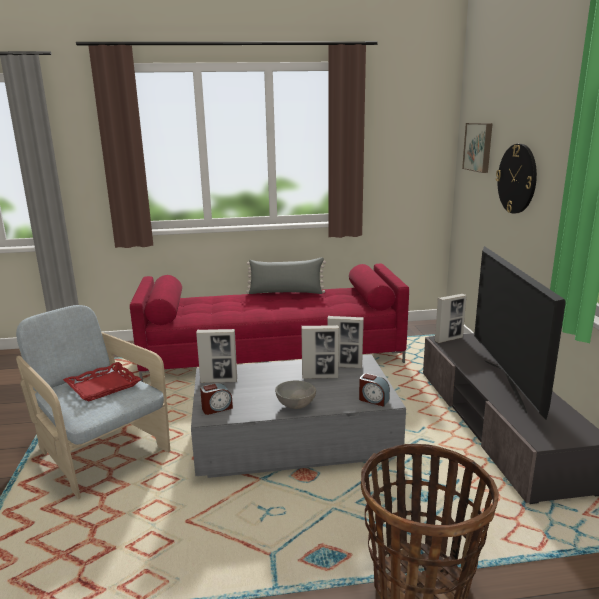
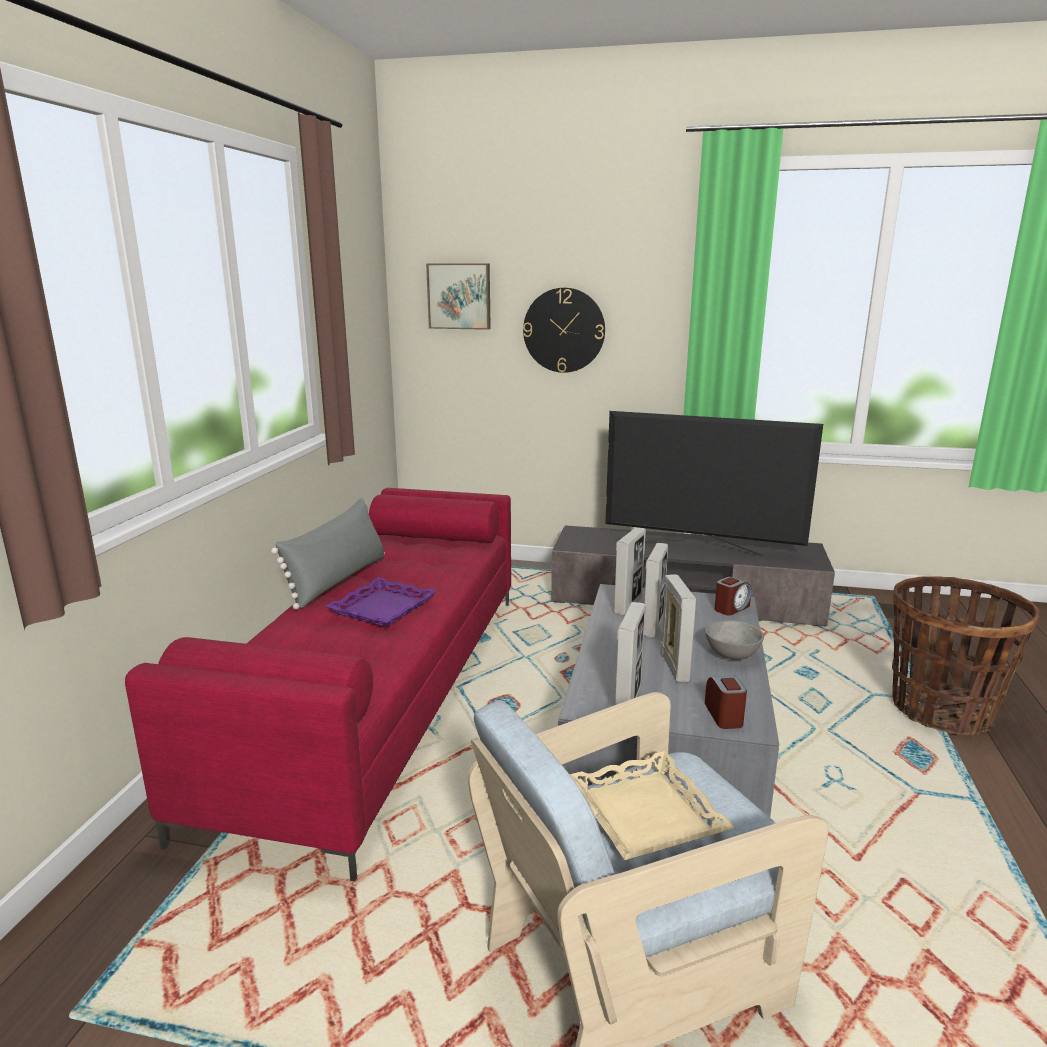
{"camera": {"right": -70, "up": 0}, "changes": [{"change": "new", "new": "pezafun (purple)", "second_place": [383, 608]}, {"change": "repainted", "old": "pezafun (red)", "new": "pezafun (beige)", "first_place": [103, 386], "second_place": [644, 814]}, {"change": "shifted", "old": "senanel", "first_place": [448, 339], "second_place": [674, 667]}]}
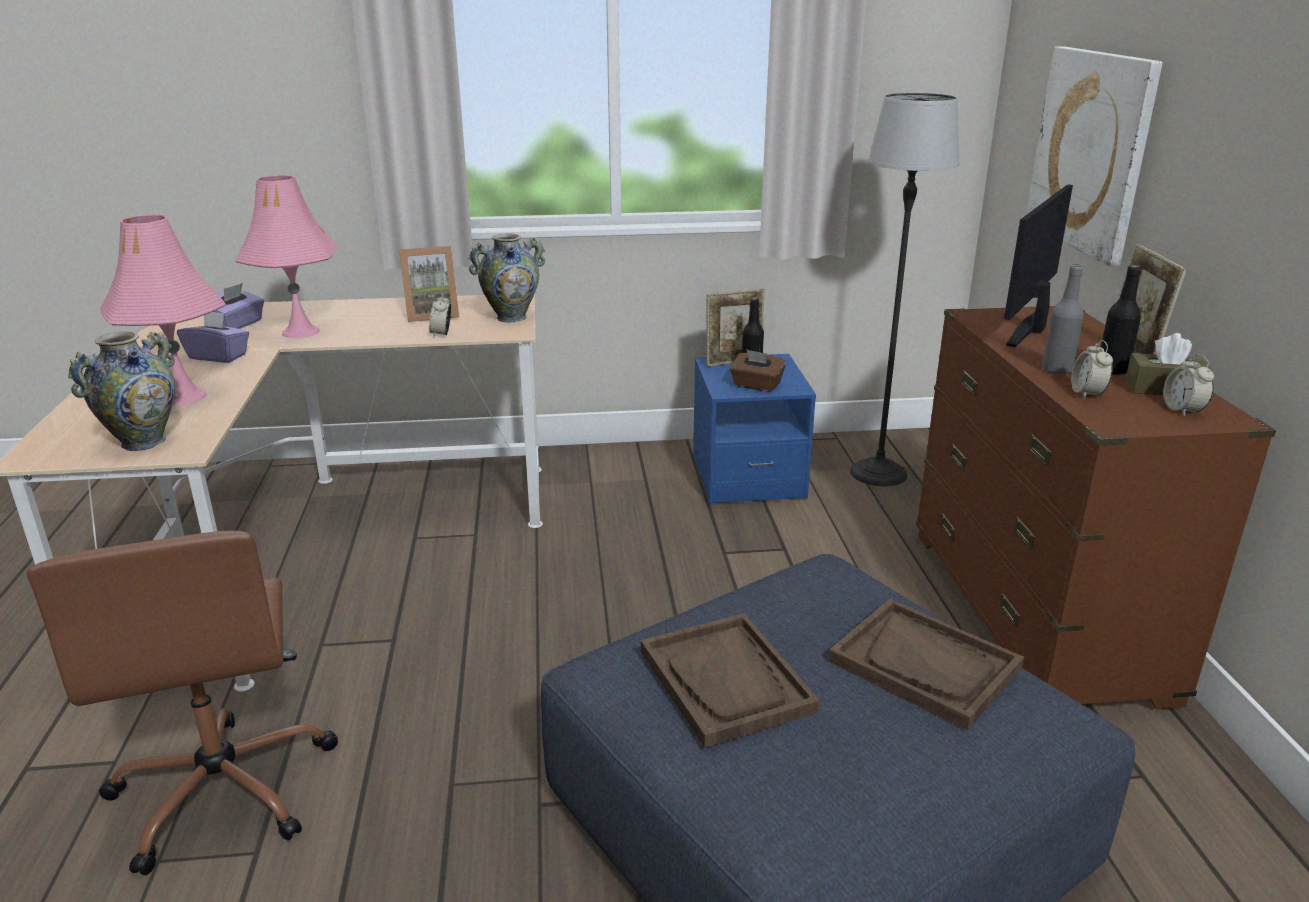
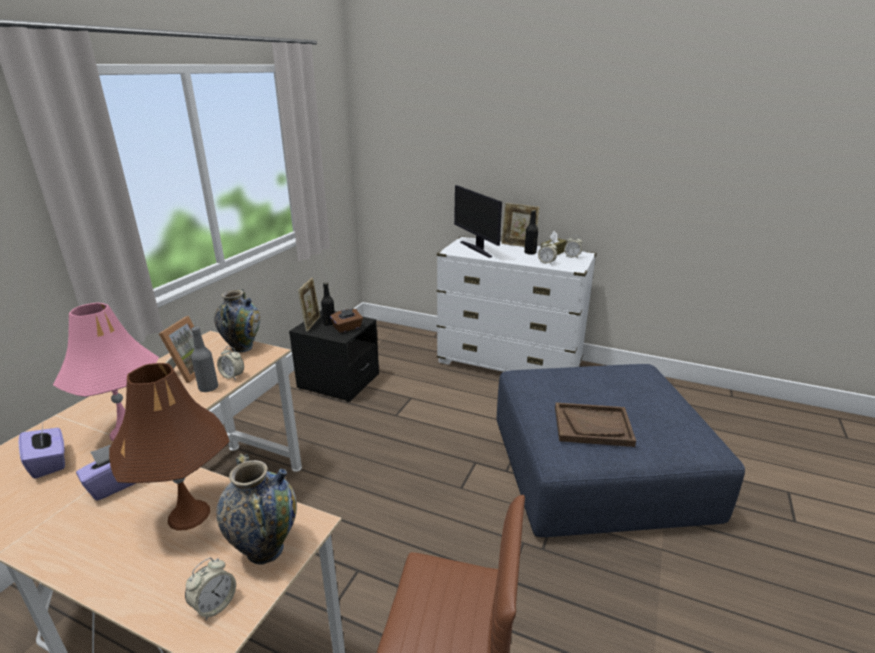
{"camera": {"right": -60, "up": 0}, "changes": [{"change": "repainted", "old": "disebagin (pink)", "new": "disebagin (brown)", "first_place": [183, 396], "second_place": [188, 515]}, {"change": "new", "new": "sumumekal", "second_place": [214, 605]}, {"change": "shifted", "old": "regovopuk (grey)", "first_place": [1056, 370], "second_place": [208, 388]}, {"change": "repainted", "old": "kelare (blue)", "new": "kelare (black)", "first_place": [747, 477], "second_place": [338, 381]}, {"change": "repainted", "old": "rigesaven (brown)", "new": "rigesaven (white)", "first_place": [1034, 613], "second_place": [509, 363]}, {"change": "gone", "old": "pezafun (brown)", "first_place": [925, 665]}, {"change": "gone", "old": "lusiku", "first_place": [879, 473]}, {"change": "gone", "old": "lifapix", "first_place": [1091, 151]}]}
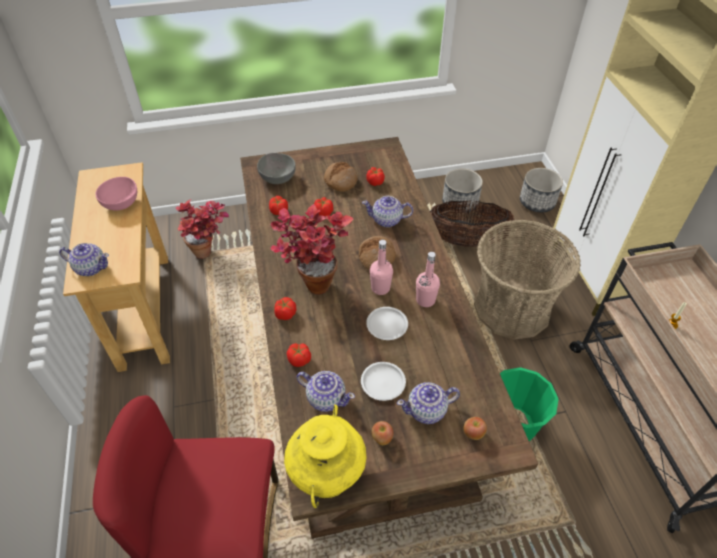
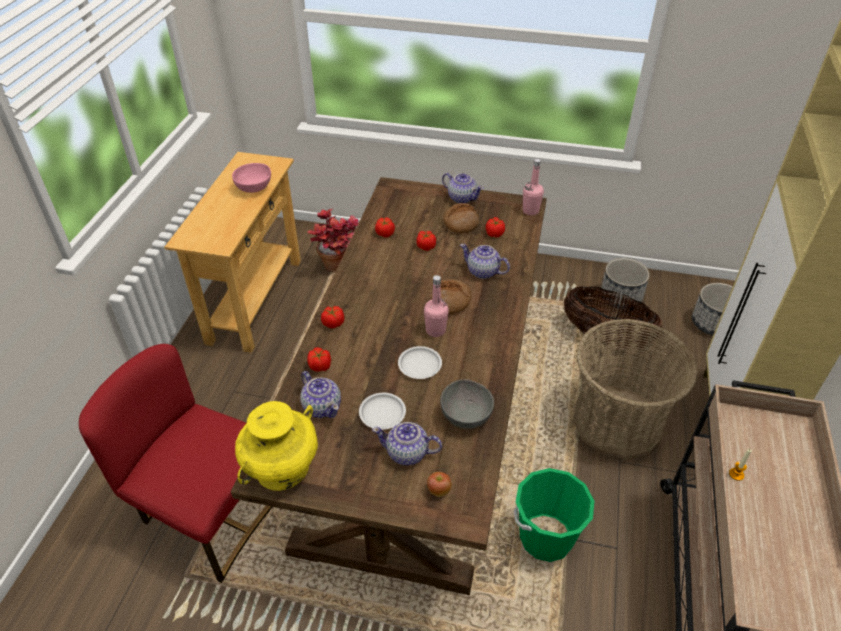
{"camera": {"right": 25, "up": -5}, "changes": [{"change": "shifted", "old": "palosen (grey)", "first_place": [278, 177], "second_place": [466, 415]}, {"change": "shifted", "old": "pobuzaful", "first_place": [90, 267], "second_place": [461, 198]}, {"change": "shifted", "old": "regovopuk (pink)", "first_place": [425, 300], "second_place": [530, 211]}, {"change": "gone", "old": "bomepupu", "first_place": [312, 281]}, {"change": "gone", "old": "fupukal", "first_place": [382, 438]}]}
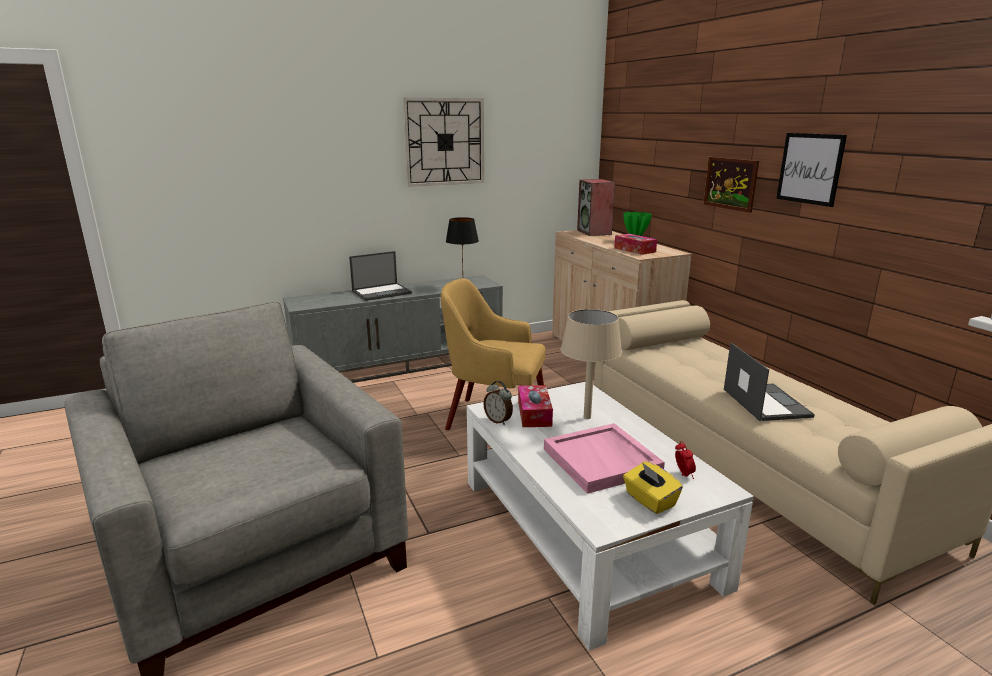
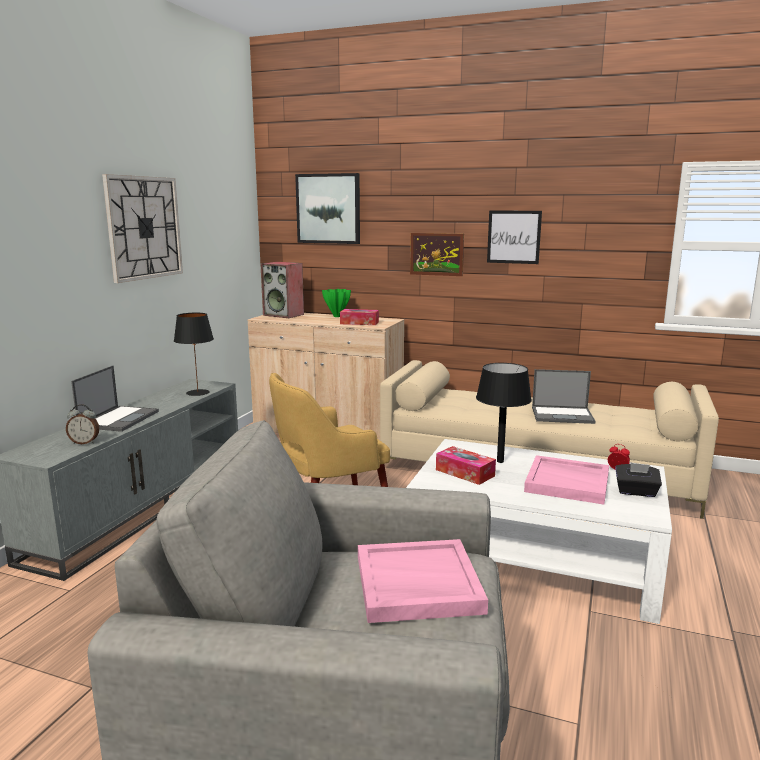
{"camera": {"right": -45, "up": -5}, "changes": [{"change": "shifted", "old": "sumumekal", "first_place": [498, 420], "second_place": [84, 442]}, {"change": "new", "new": "lifapix", "second_place": [328, 208]}, {"change": "new", "new": "pezafun (pink)", "second_place": [416, 585]}, {"change": "repainted", "old": "disebagin (beige)", "new": "disebagin (black)", "first_place": [587, 417], "second_place": [500, 461]}, {"change": "rotated", "old": "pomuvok", "first_place": [765, 402], "second_place": [563, 415], "degrees": 150}, {"change": "repainted", "old": "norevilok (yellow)", "new": "norevilok (black)", "first_place": [649, 500], "second_place": [636, 492]}]}
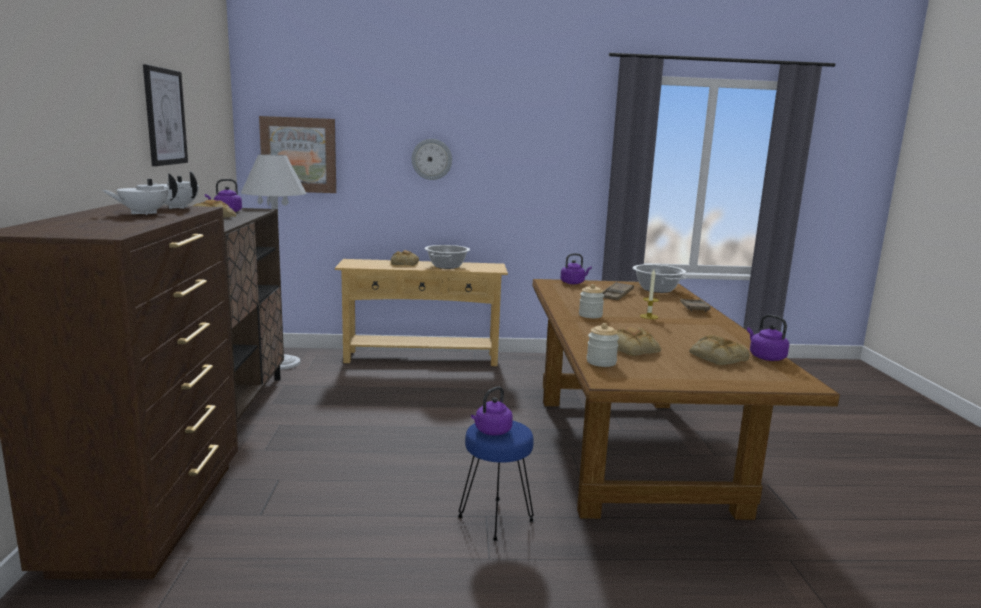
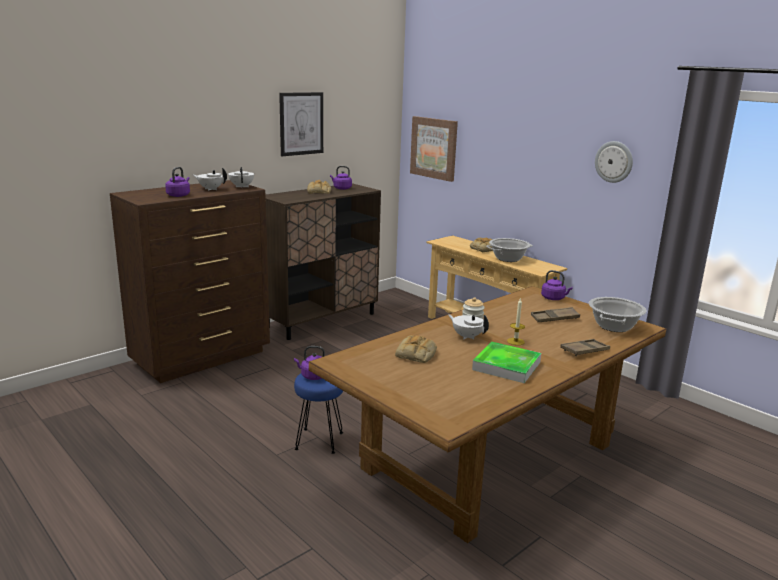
{"camera": {"right": 50, "up": 5}, "changes": [{"change": "shifted", "old": "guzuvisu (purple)", "first_place": [765, 357], "second_place": [179, 195]}, {"change": "new", "new": "pobuzaful (white)", "second_place": [467, 336]}, {"change": "new", "new": "pezafun", "second_place": [506, 366]}, {"change": "shifted", "old": "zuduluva", "first_place": [431, 159], "second_place": [614, 161]}, {"change": "gone", "old": "lusiku (white)", "first_place": [281, 363]}, {"change": "gone", "old": "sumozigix", "first_place": [601, 362]}, {"change": "gone", "old": "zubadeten", "first_place": [716, 357]}]}
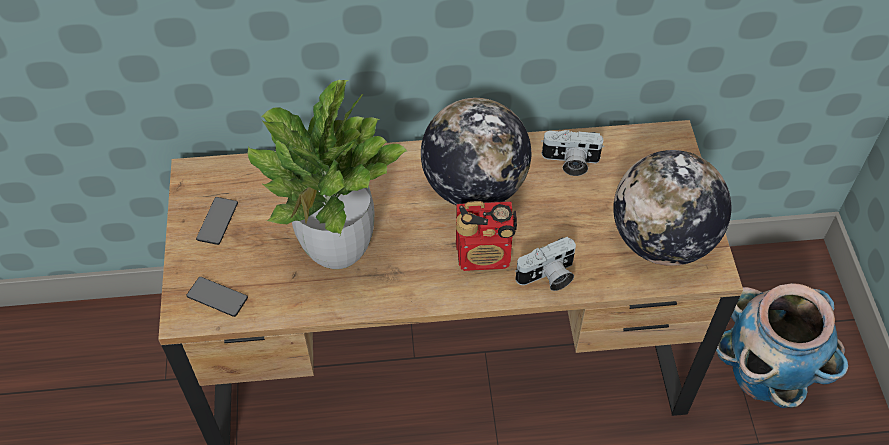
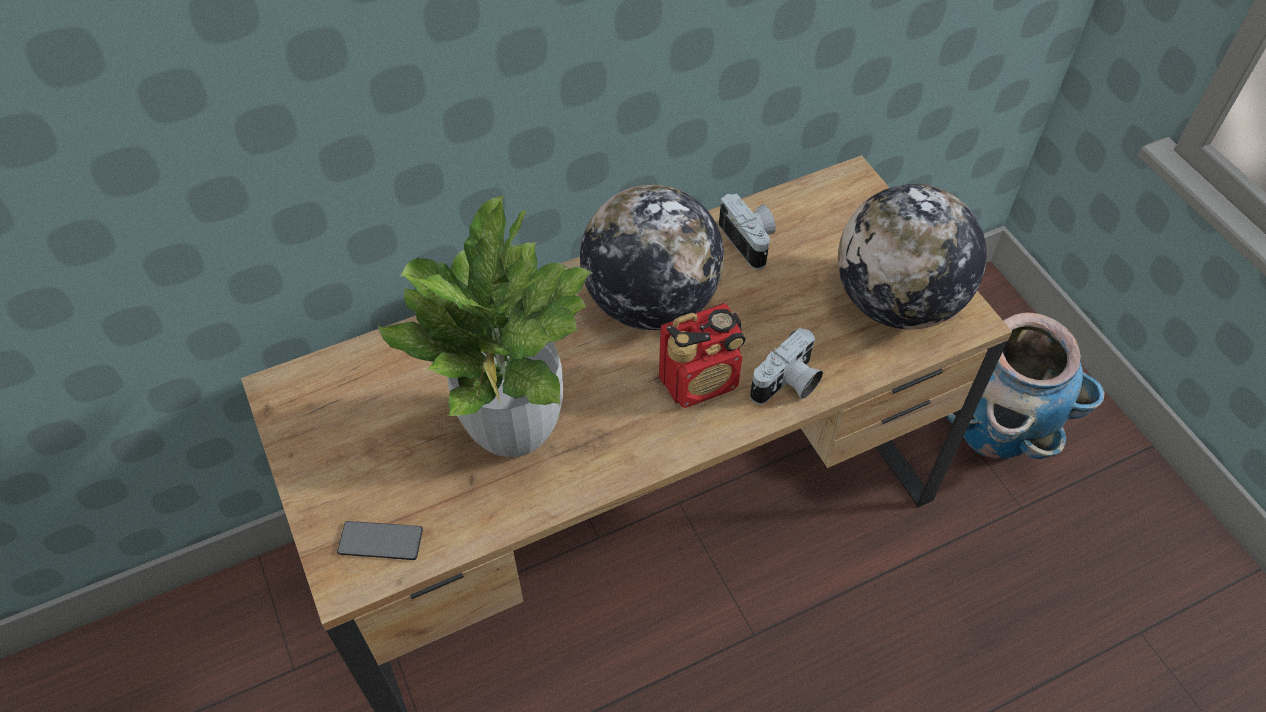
{"camera": {"right": -20, "up": 0}, "changes": [{"change": "rotated", "old": "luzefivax", "first_place": [570, 162], "second_place": [750, 241], "degrees": -105}, {"change": "gone", "old": "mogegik", "first_place": [217, 221]}]}
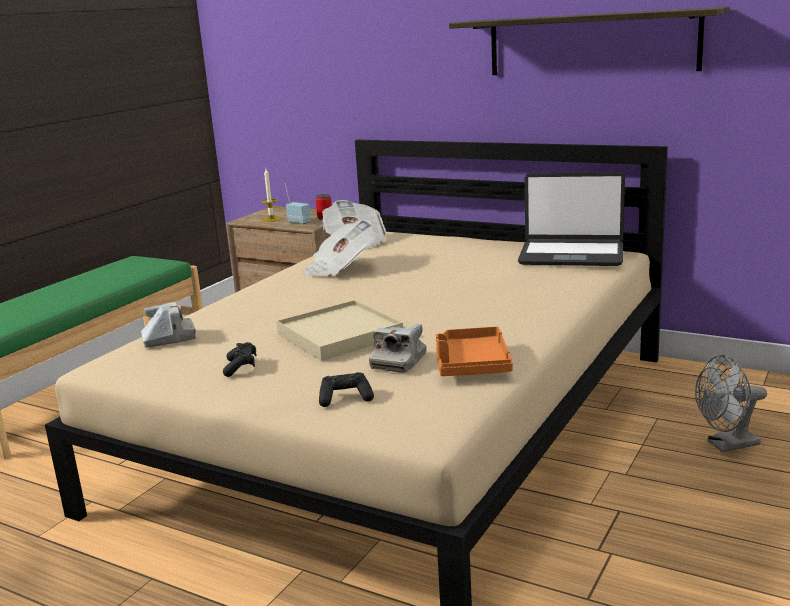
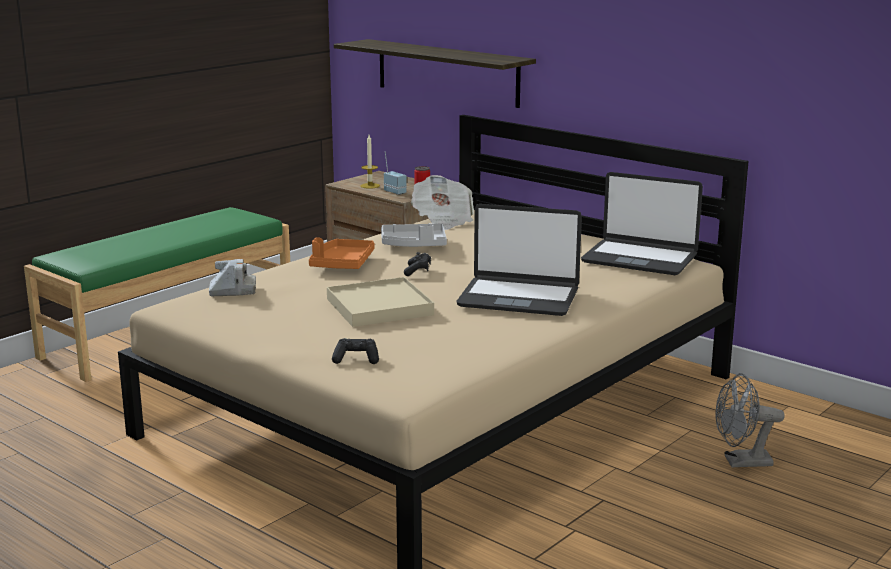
{"camera": {"right": 10, "up": 0}, "changes": [{"change": "shifted", "old": "pezafun (orange)", "first_place": [471, 364], "second_place": [342, 264]}, {"change": "shifted", "old": "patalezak", "first_place": [591, 43], "second_place": [447, 72]}, {"change": "swapped", "old": "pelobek", "new": "pezafun (grey)", "first_place": [340, 268], "second_place": [414, 245]}, {"change": "shifted", "old": "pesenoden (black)", "first_place": [241, 367], "second_place": [417, 271]}, {"change": "new", "new": "pomuvok", "second_place": [519, 298]}, {"change": "gone", "old": "luzefivax", "first_place": [399, 361]}]}
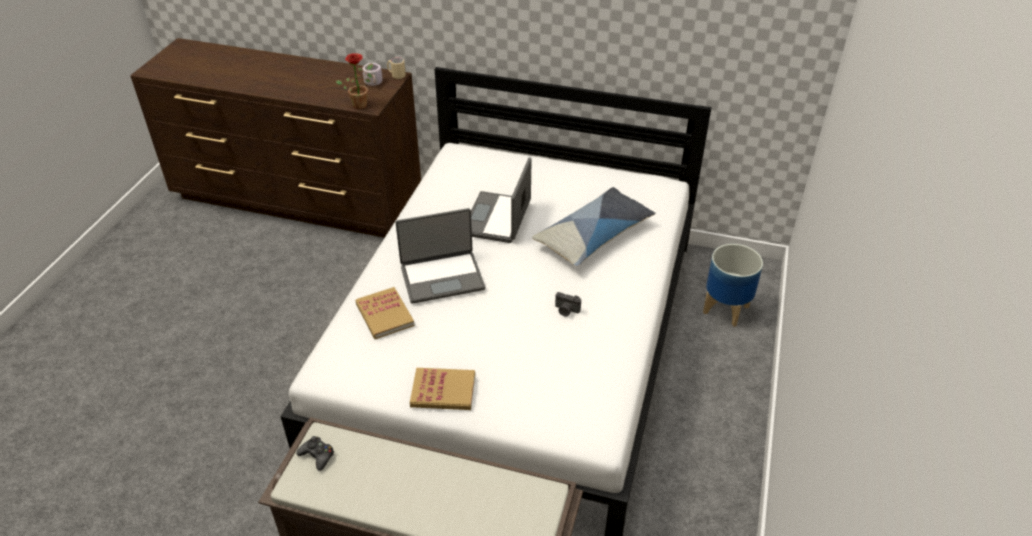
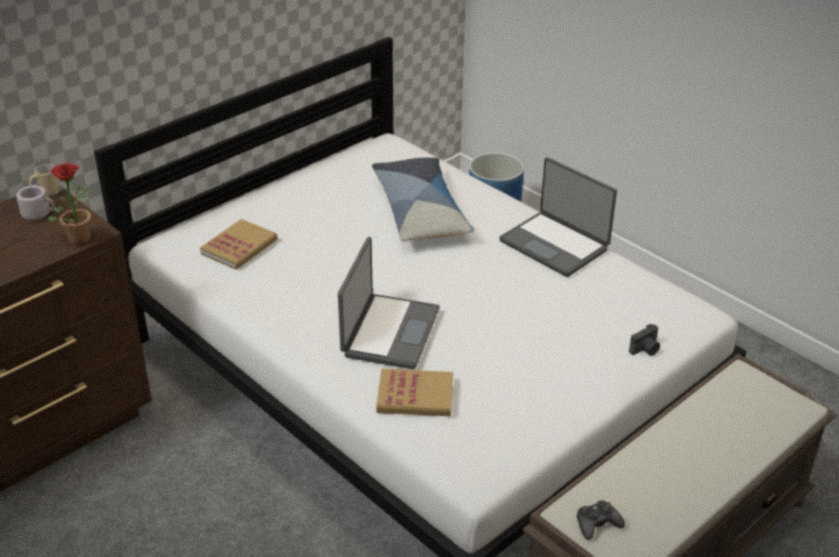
{"camera": {"right": -60, "up": -5}, "changes": [{"change": "shifted", "old": "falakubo", "first_place": [443, 391], "second_place": [239, 247]}, {"change": "shifted", "old": "pomuvok", "first_place": [498, 219], "second_place": [555, 244]}, {"change": "shifted", "old": "luzefivax", "first_place": [566, 311], "second_place": [645, 350]}]}
